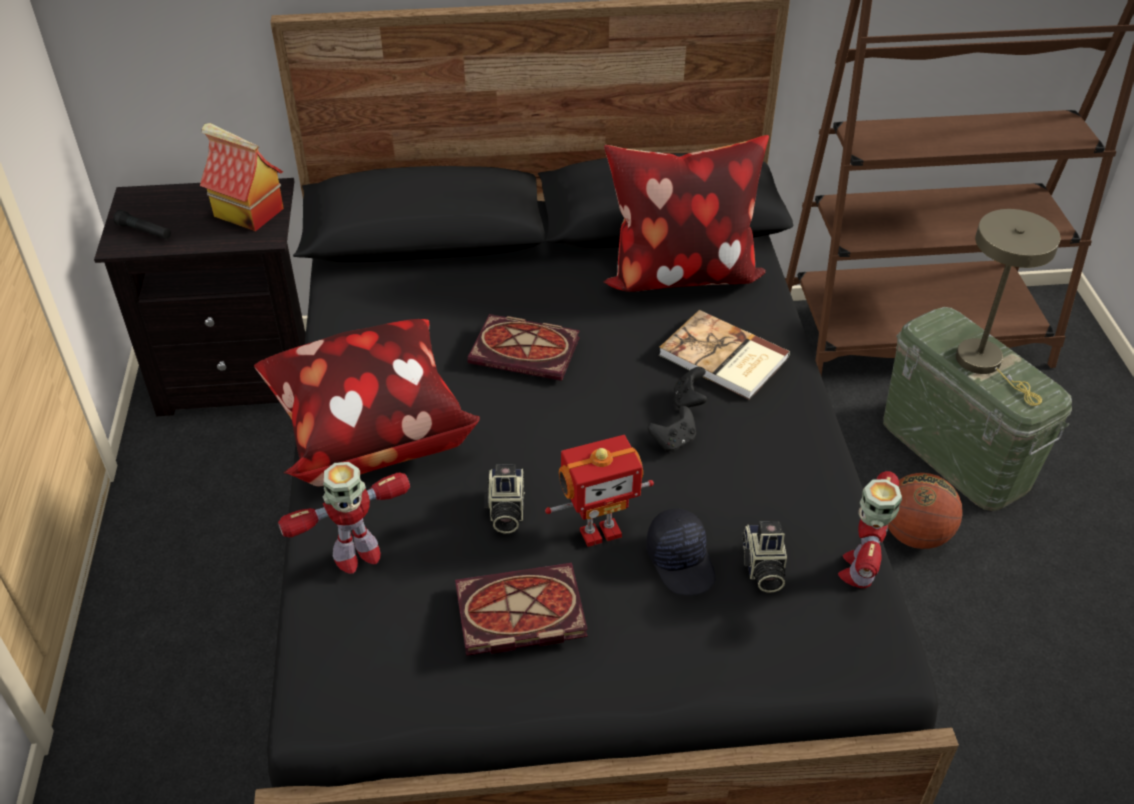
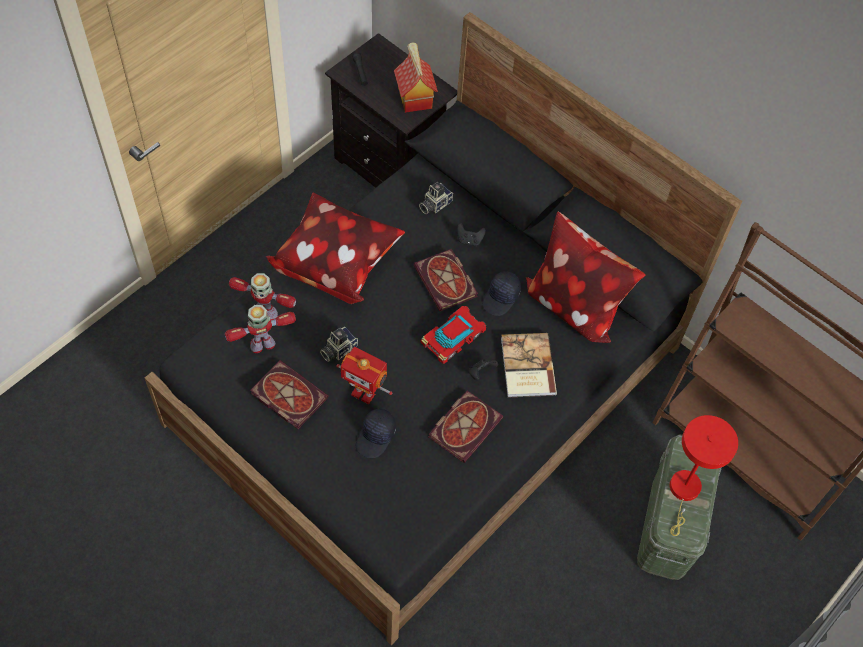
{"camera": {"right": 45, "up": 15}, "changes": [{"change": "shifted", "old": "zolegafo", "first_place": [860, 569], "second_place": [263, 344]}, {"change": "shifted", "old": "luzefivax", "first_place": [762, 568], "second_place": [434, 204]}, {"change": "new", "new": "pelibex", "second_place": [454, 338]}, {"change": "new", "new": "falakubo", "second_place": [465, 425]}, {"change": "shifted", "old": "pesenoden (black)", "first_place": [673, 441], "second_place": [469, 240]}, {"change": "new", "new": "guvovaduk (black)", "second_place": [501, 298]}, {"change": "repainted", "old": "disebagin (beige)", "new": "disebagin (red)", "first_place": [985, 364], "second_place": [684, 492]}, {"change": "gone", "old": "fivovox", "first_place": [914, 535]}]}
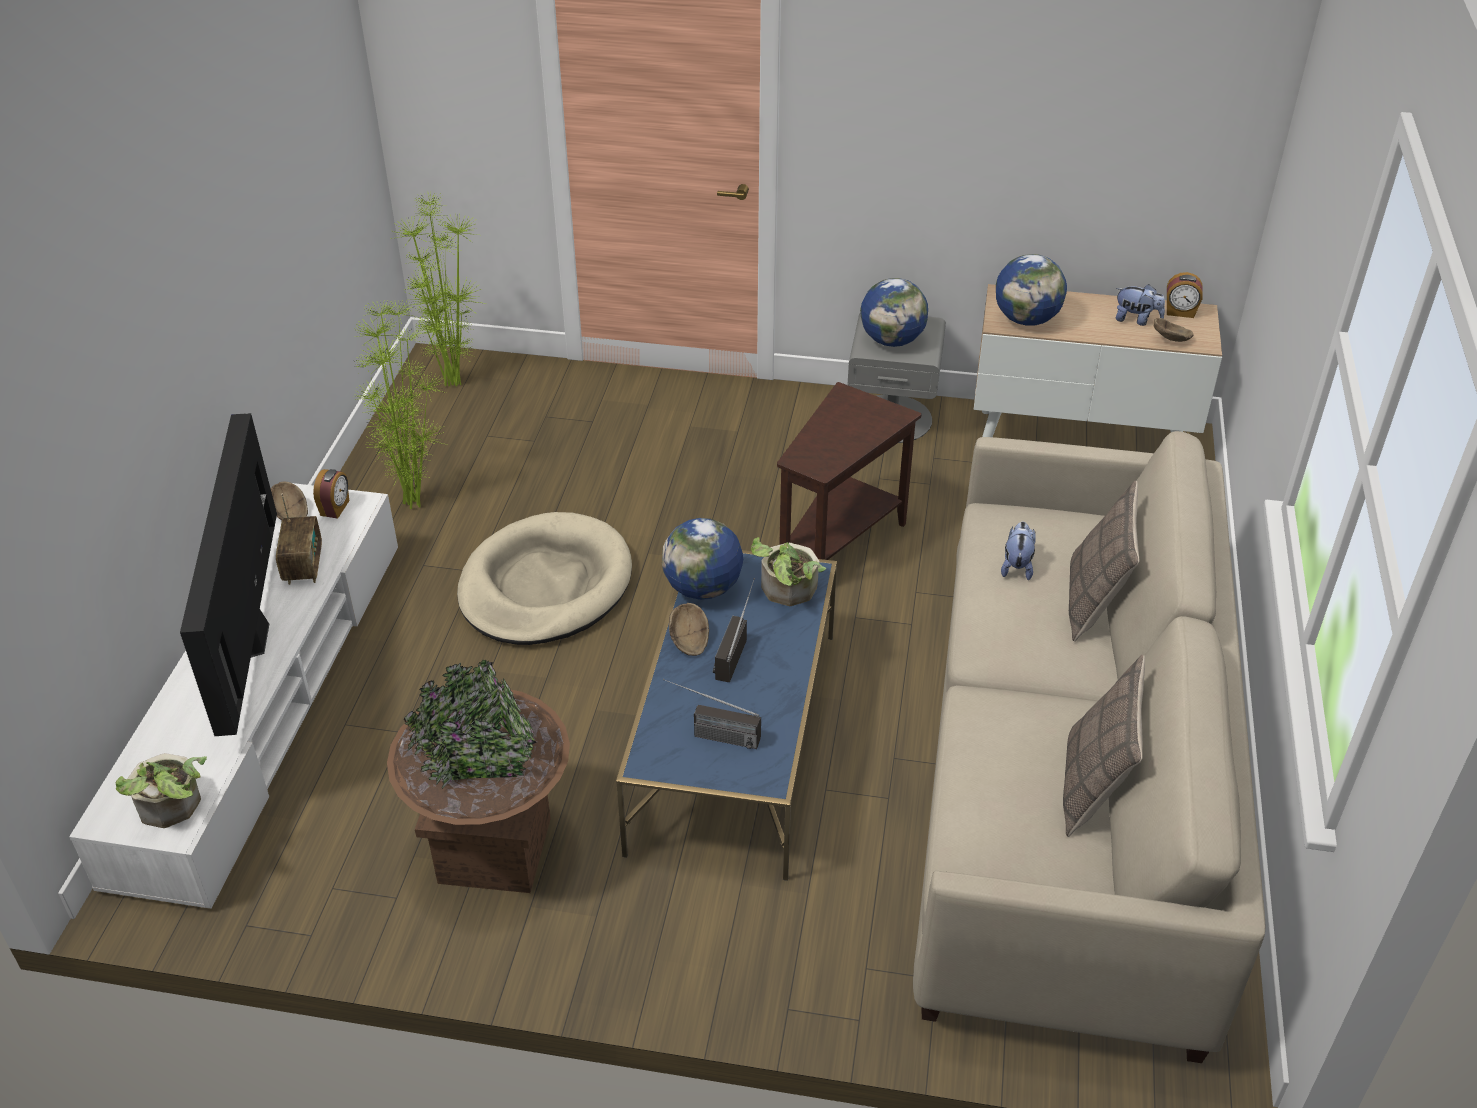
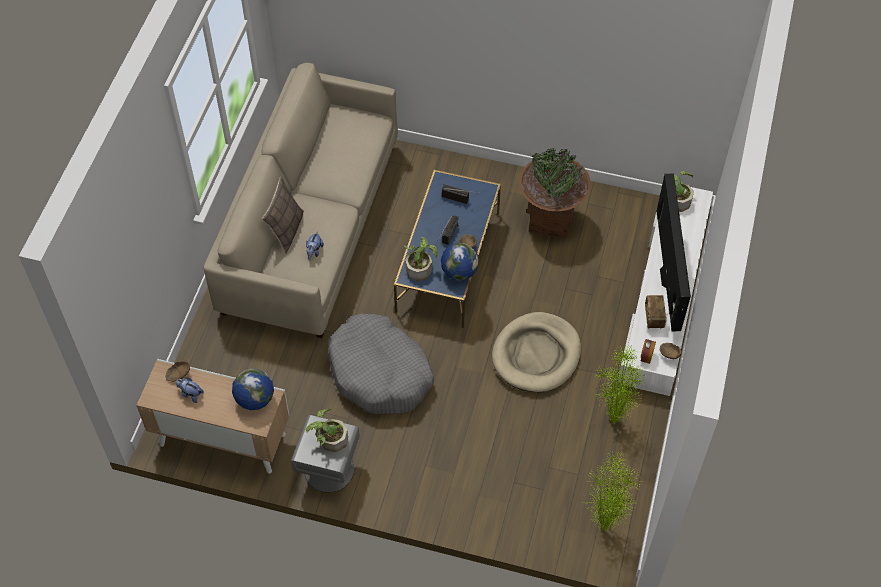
{"camera": {"right": -175, "up": 15}, "changes": [{"change": "swapped", "old": "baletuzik", "new": "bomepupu", "first_place": [892, 340], "second_place": [329, 439]}, {"change": "swapped", "old": "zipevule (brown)", "new": "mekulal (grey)", "first_place": [839, 541], "second_place": [380, 373]}, {"change": "gone", "old": "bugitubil", "first_place": [1093, 788]}, {"change": "gone", "old": "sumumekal", "first_place": [1180, 312]}]}
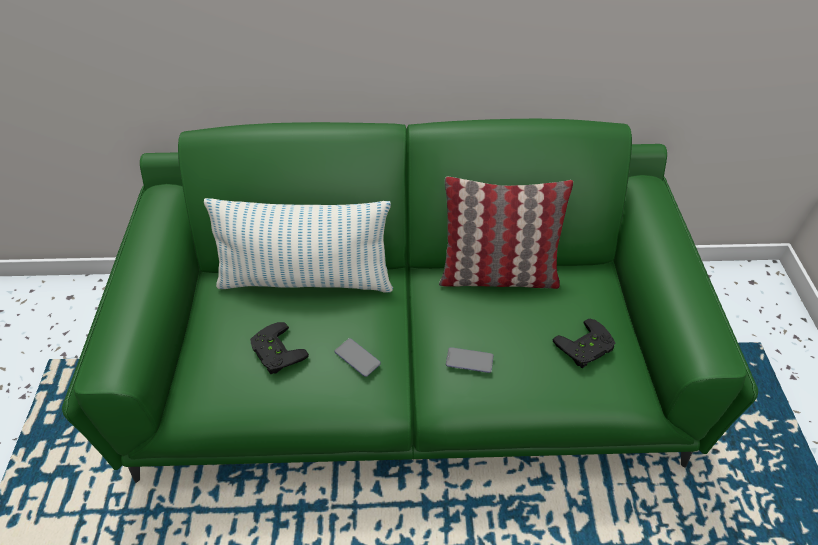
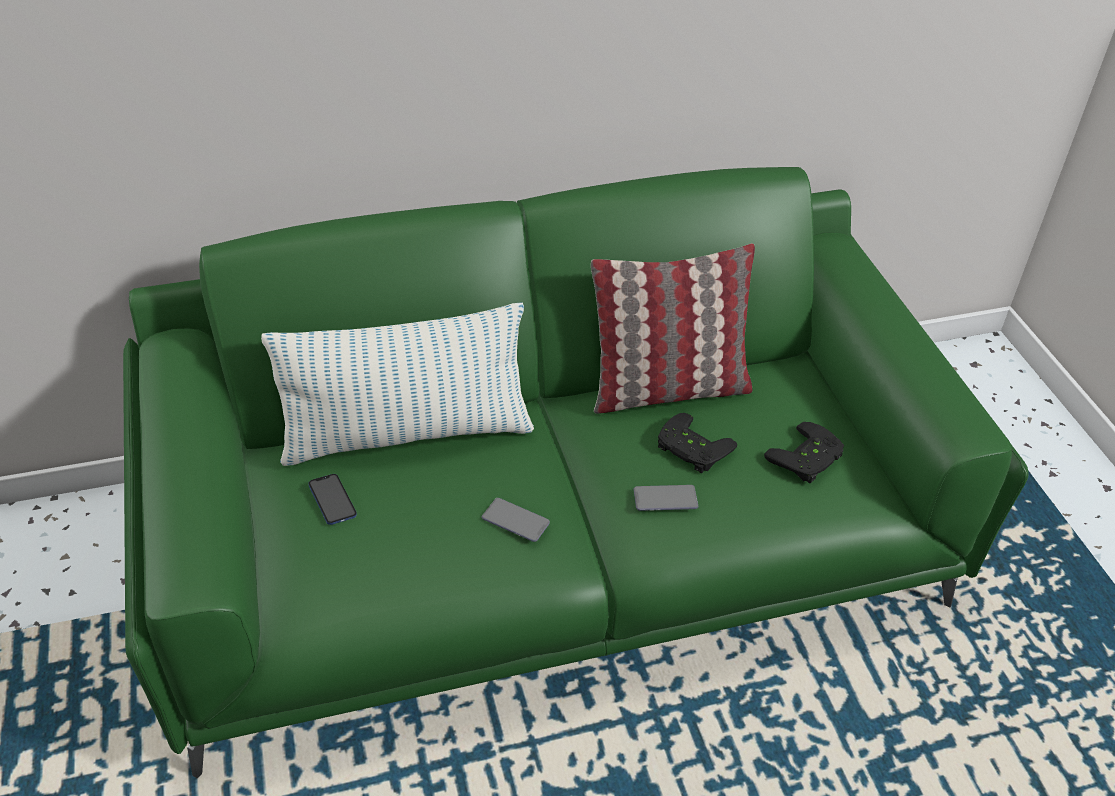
{"camera": {"right": -15, "up": -5}, "changes": [{"change": "new", "new": "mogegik", "second_place": [332, 500]}, {"change": "shifted", "old": "pesenoden (black)", "first_place": [274, 352], "second_place": [690, 449]}]}
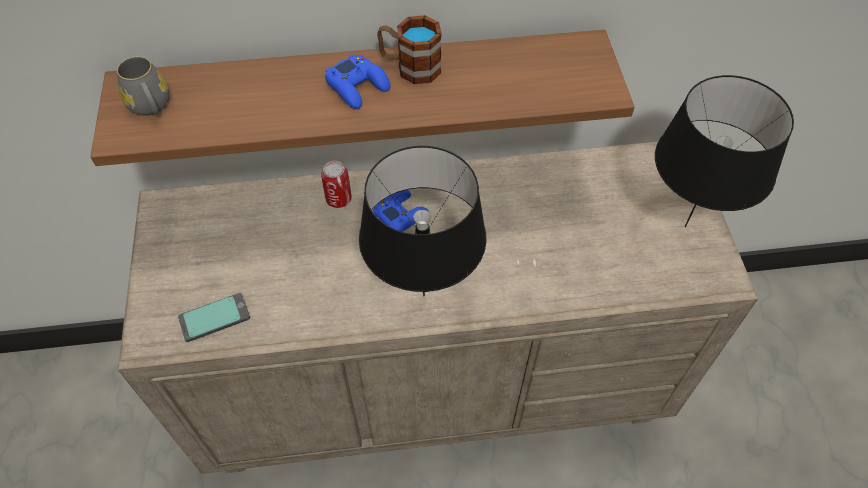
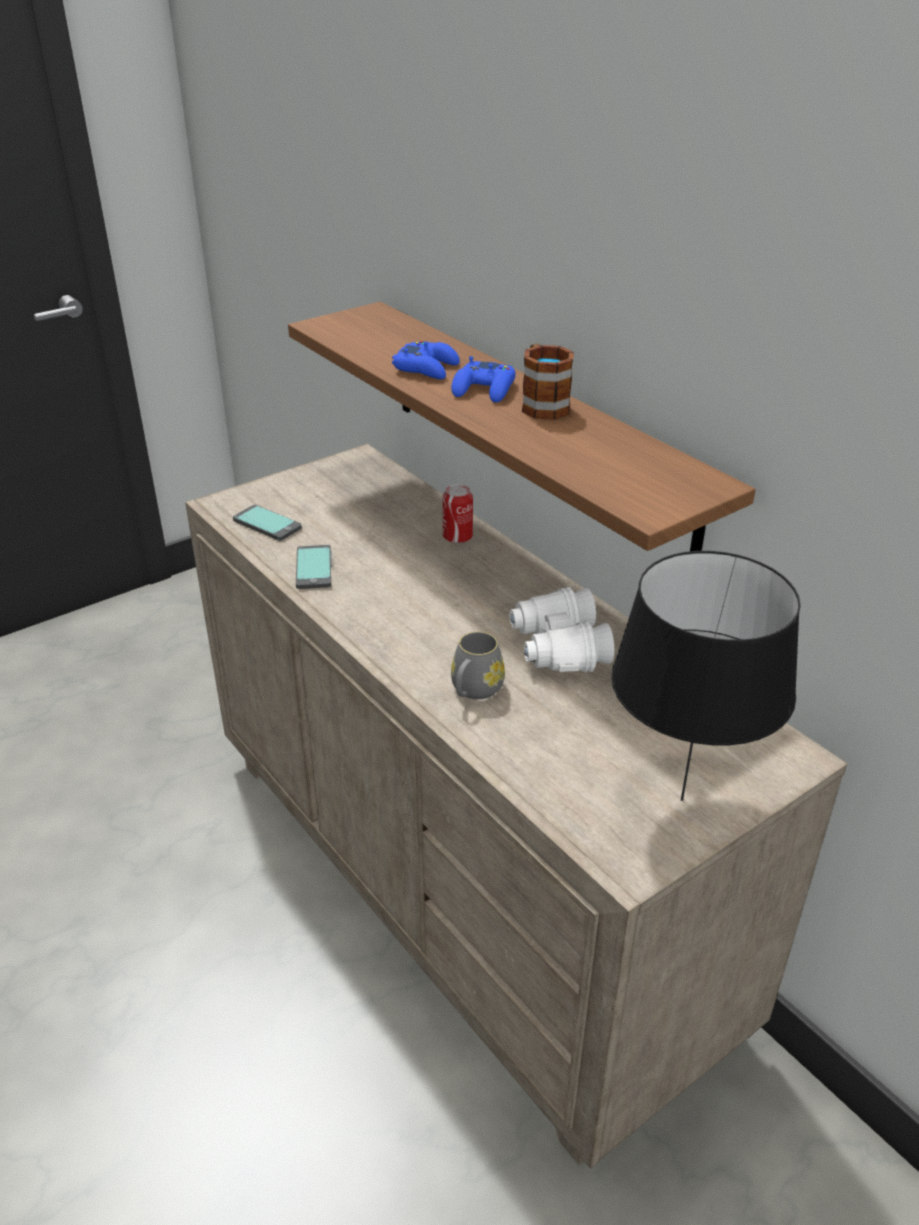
{"camera": {"right": 60, "up": -20}, "changes": [{"change": "new", "new": "mogegik", "second_place": [314, 568]}, {"change": "shifted", "old": "pesenoden (blue)", "first_place": [401, 214], "second_place": [427, 368]}, {"change": "shifted", "old": "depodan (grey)", "first_place": [151, 107], "second_place": [474, 691]}, {"change": "new", "new": "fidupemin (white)", "second_place": [558, 648]}, {"change": "gone", "old": "disebagin (black)", "first_place": [422, 296]}]}
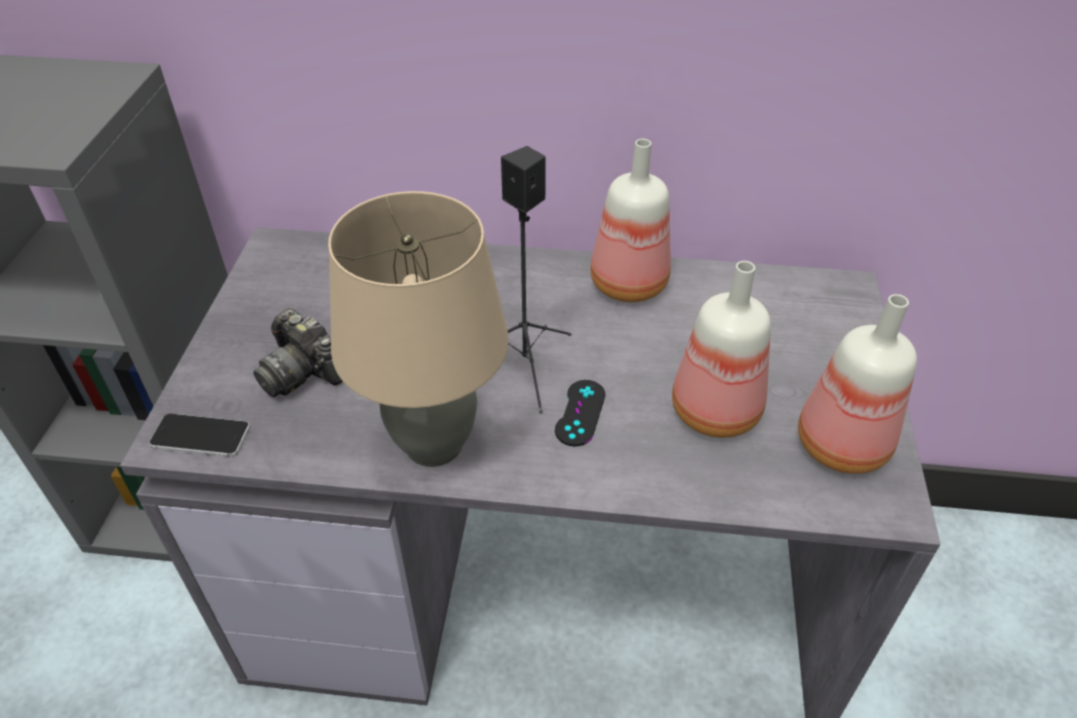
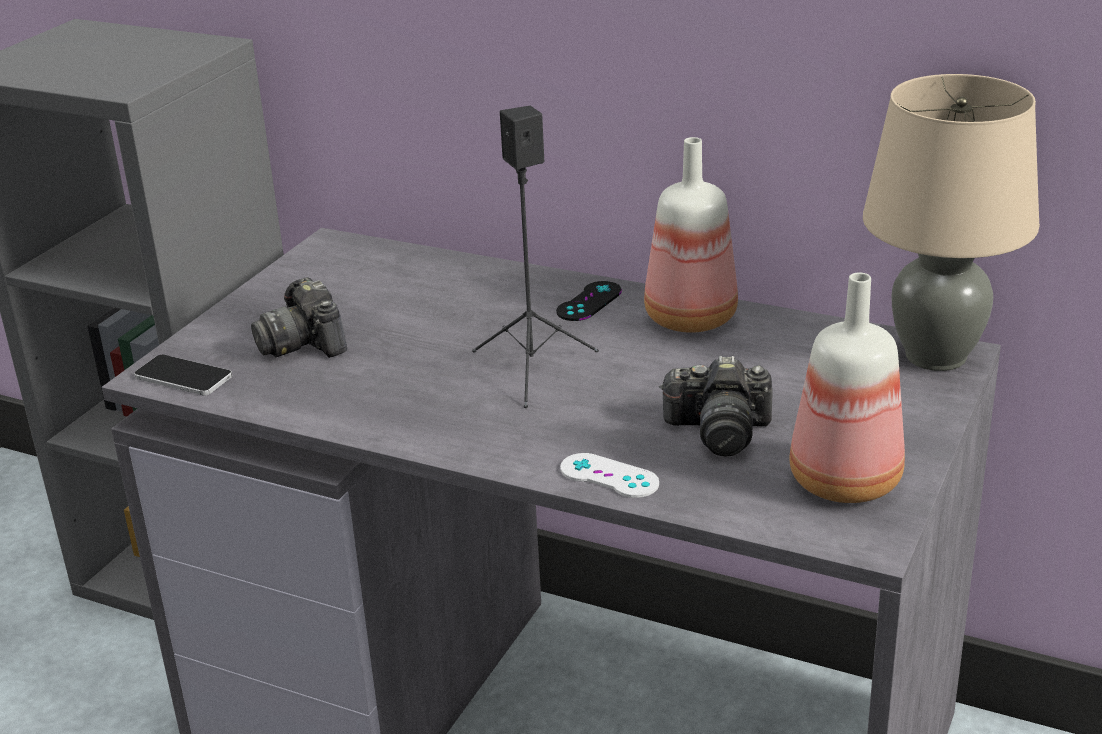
{"camera": {"right": 20, "up": -15}, "changes": [{"change": "shifted", "old": "pesenoden (black)", "first_place": [580, 413], "second_place": [589, 302]}, {"change": "new", "new": "pesenoden (white)", "second_place": [609, 476]}, {"change": "swapped", "old": "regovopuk", "new": "luzefivax", "first_place": [715, 409], "second_place": [718, 432]}, {"change": "shifted", "old": "disebagin (beige)", "first_place": [434, 444], "second_place": [936, 356]}]}
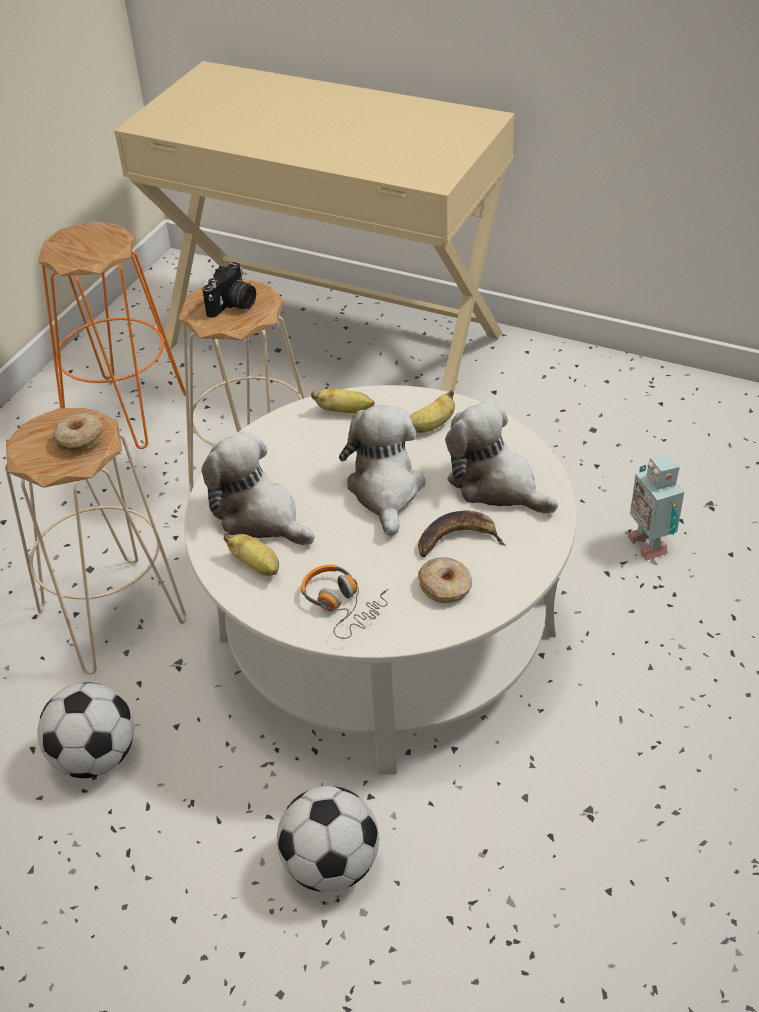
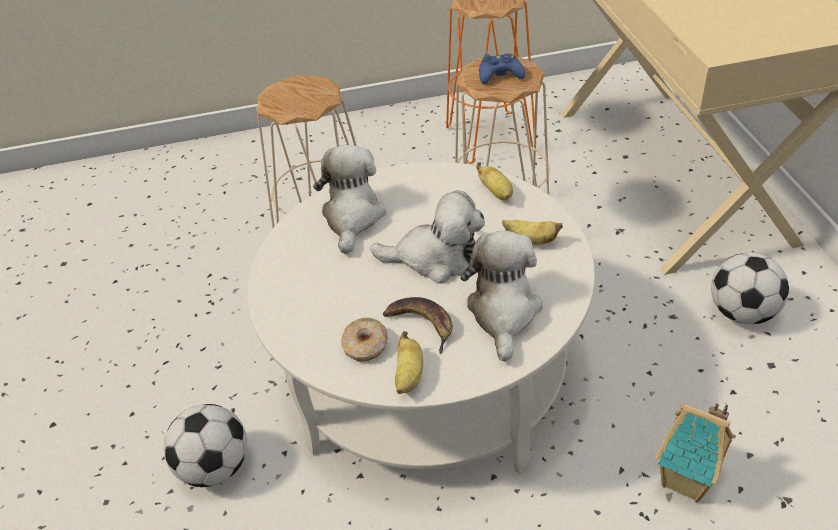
{"camera": {"right": 55, "up": 0}, "changes": [{"change": "rotated", "old": "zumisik", "first_place": [385, 490], "second_place": [436, 258], "degrees": 45}, {"change": "shifted", "old": "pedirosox", "first_place": [257, 566], "second_place": [409, 376]}, {"change": "swapped", "old": "luzefivax", "new": "pesenoden (blue)", "first_place": [233, 305], "second_place": [500, 75]}, {"change": "swapped", "old": "zolegafo", "new": "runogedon", "first_place": [650, 543], "second_place": [686, 481]}, {"change": "shifted", "old": "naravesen", "first_place": [96, 757], "second_place": [742, 312]}, {"change": "gone", "old": "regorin", "first_place": [80, 439]}, {"change": "gone", "old": "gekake", "first_place": [341, 605]}]}
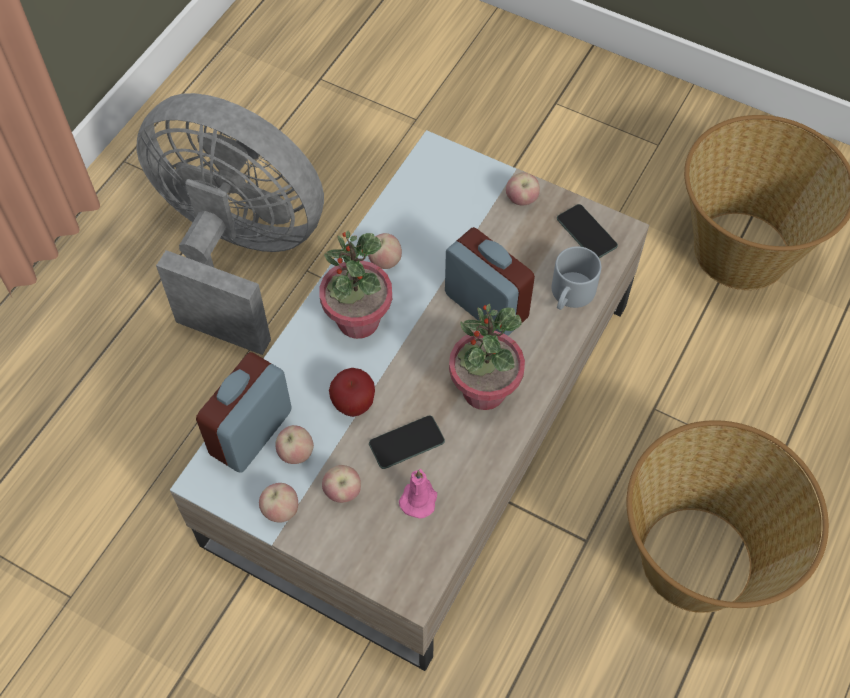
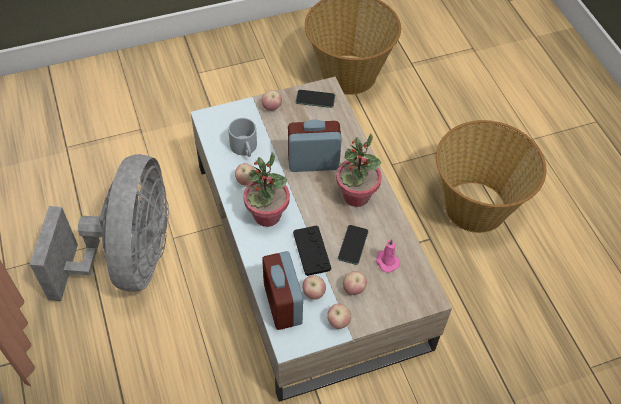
{"camera": {"right": -50, "up": -5}, "changes": [{"change": "rotated", "old": "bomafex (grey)", "first_place": [238, 255], "second_place": [129, 260], "degrees": 120}, {"change": "shifted", "old": "depodan (grey)", "first_place": [570, 295], "second_place": [245, 148]}, {"change": "swapped", "old": "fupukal", "new": "pesenoden (black)", "first_place": [354, 405], "second_place": [311, 251]}]}
